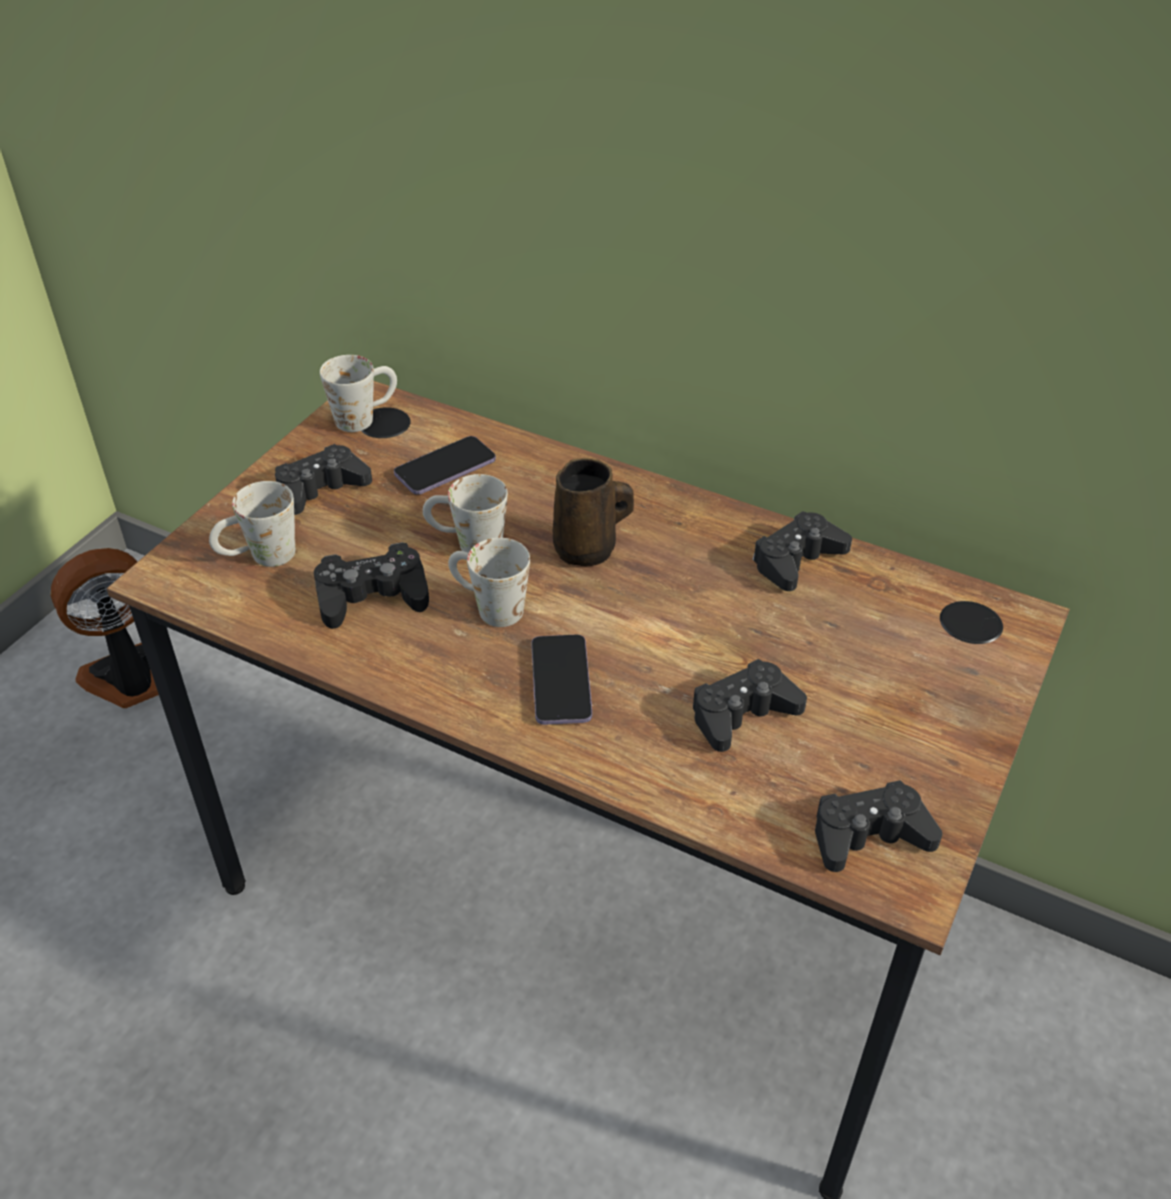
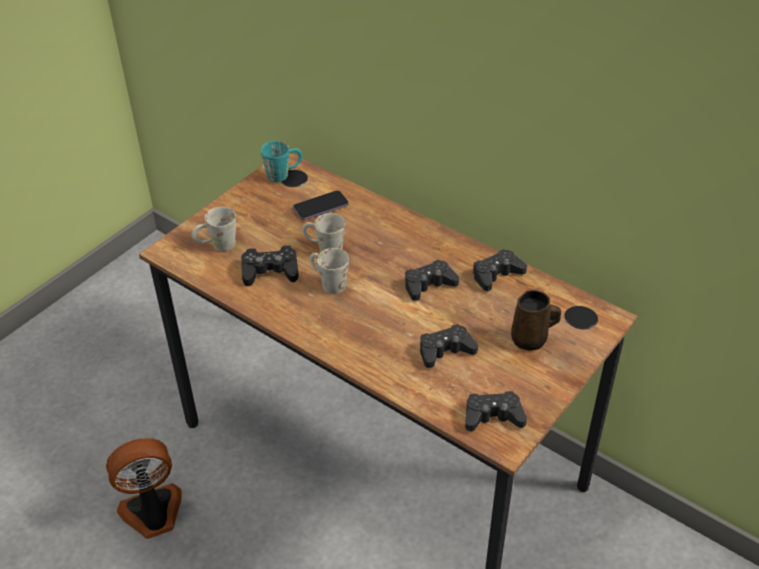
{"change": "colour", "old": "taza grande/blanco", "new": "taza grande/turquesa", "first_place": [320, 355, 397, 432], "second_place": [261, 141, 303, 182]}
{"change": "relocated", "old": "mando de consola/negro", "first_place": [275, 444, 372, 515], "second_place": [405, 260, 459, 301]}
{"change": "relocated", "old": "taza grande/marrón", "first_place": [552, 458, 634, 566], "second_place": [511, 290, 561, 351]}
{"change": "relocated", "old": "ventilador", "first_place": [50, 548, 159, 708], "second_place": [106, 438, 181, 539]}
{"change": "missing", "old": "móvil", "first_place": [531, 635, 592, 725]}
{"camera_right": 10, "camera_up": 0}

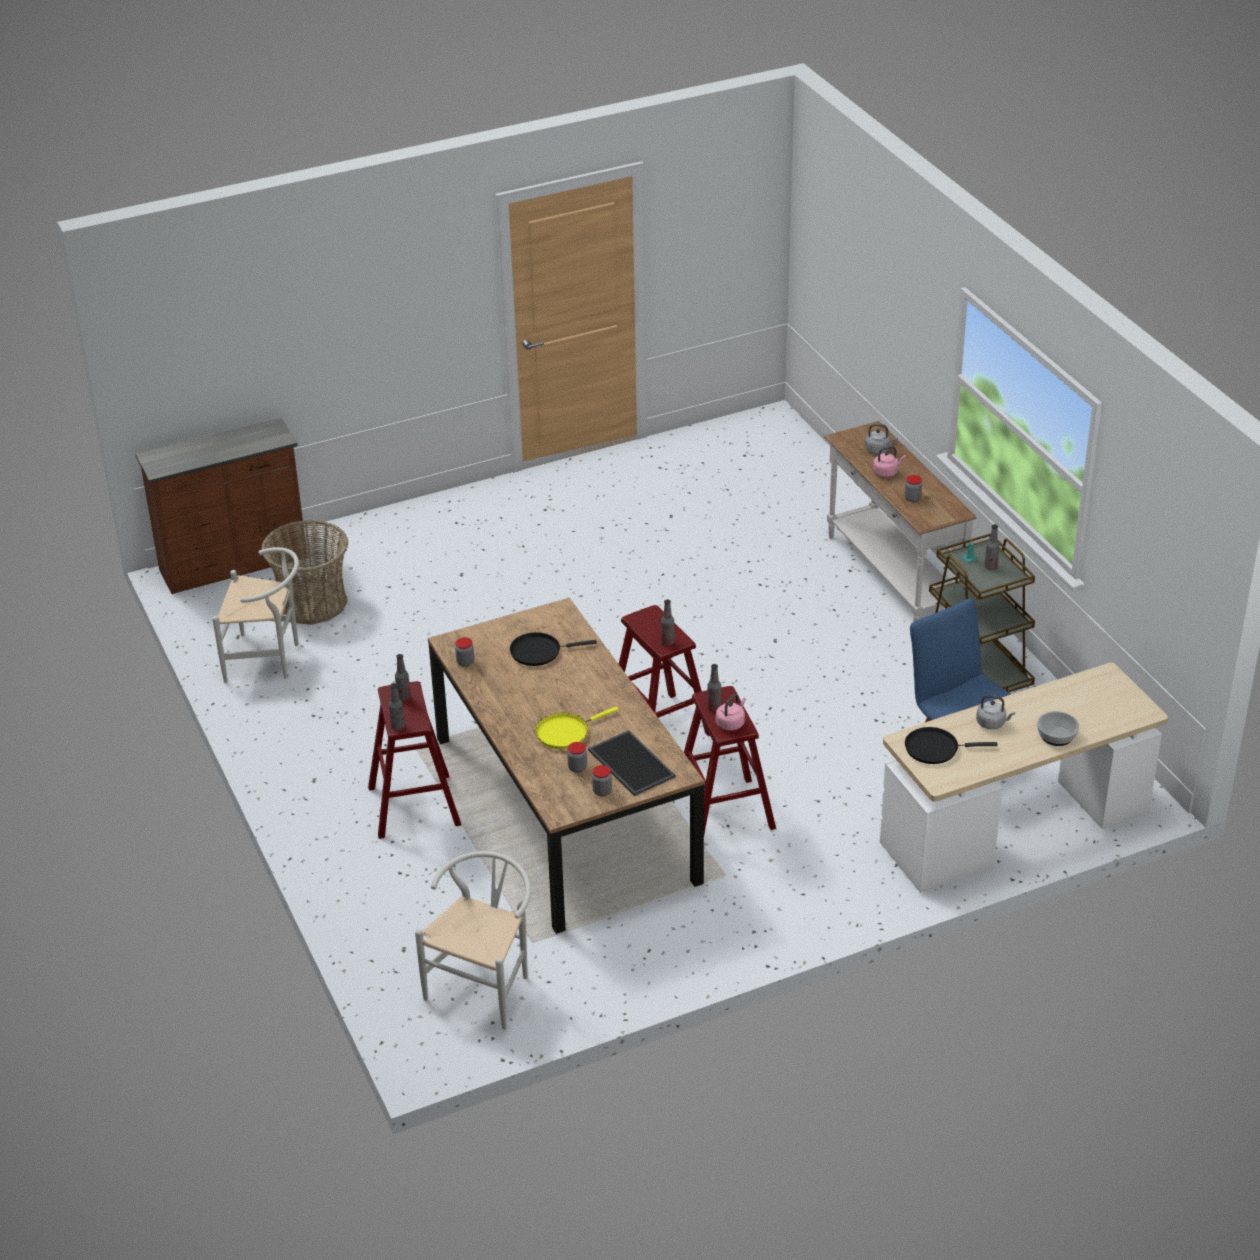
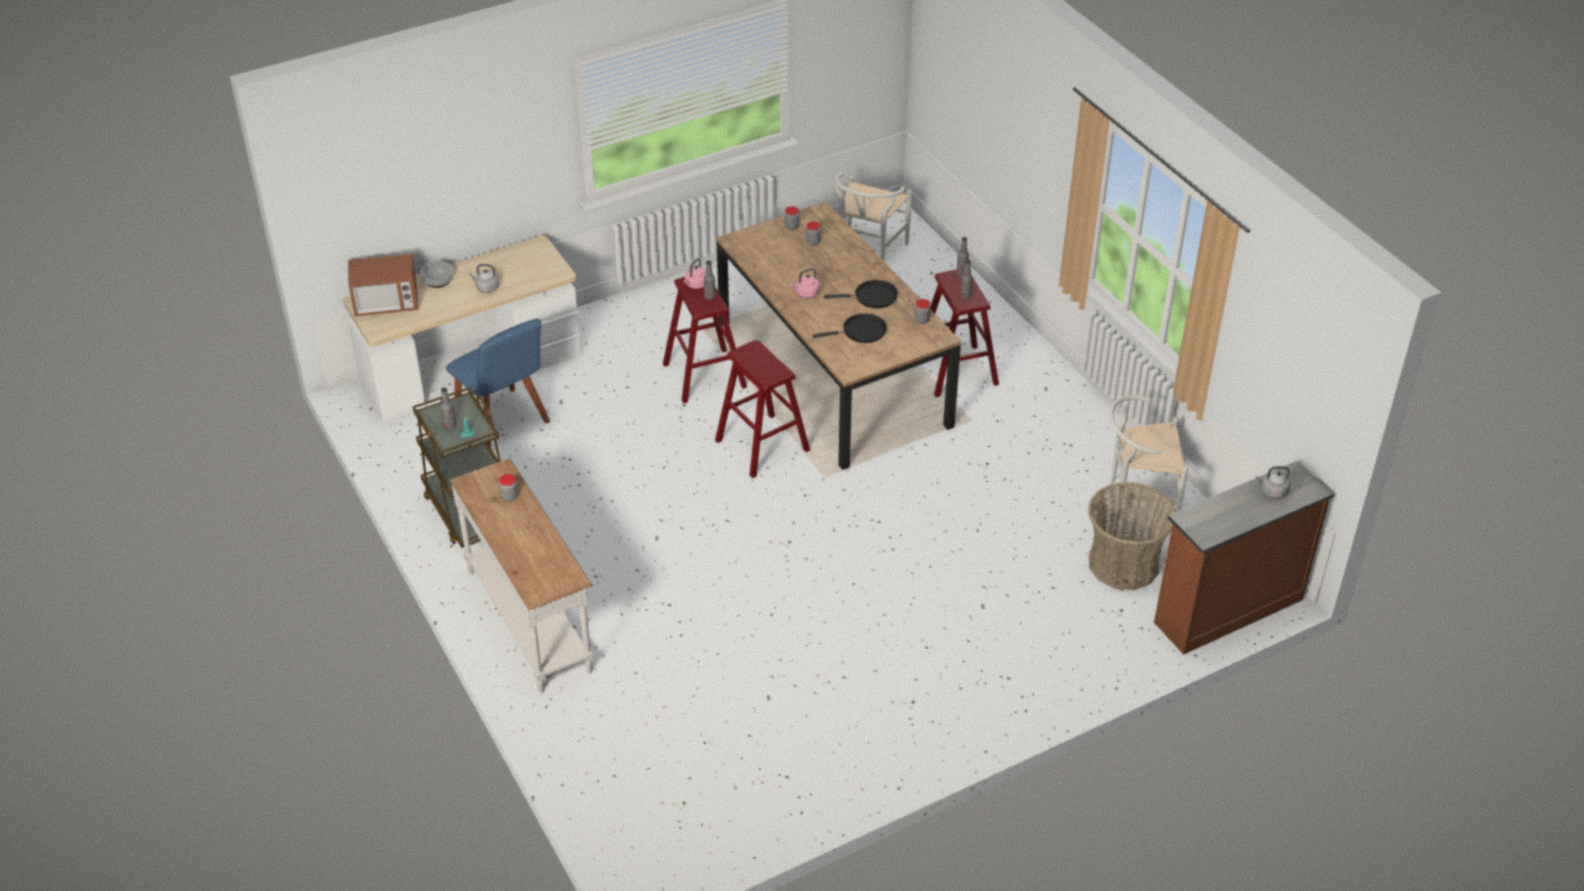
{"change": "relocated", "old": "hervidor/gris", "first_place": [865, 424, 898, 454], "second_place": [1256, 466, 1291, 498]}
{"change": "relocated", "old": "hervidor/rosa", "first_place": [873, 446, 906, 477], "second_place": [790, 268, 820, 298]}
{"change": "missing", "old": "botella", "first_place": [661, 600, 675, 646]}
{"change": "missing", "old": "sartén/amarillo", "first_place": [536, 707, 619, 749]}
{"change": "relocated", "old": "sartén/negro", "first_place": [905, 727, 998, 764], "second_place": [824, 280, 898, 308]}
{"change": "missing", "old": "bandeja", "first_place": [588, 730, 675, 796]}
{"change": "appeared", "new": "microondas", "second_place": [348, 254, 418, 316]}
{"camera_right": 175, "camera_up": 5}

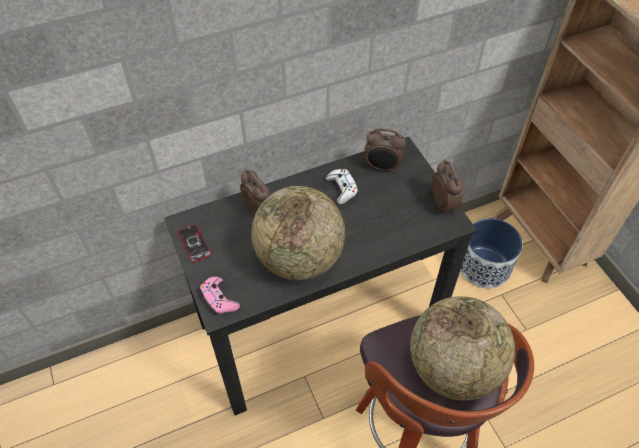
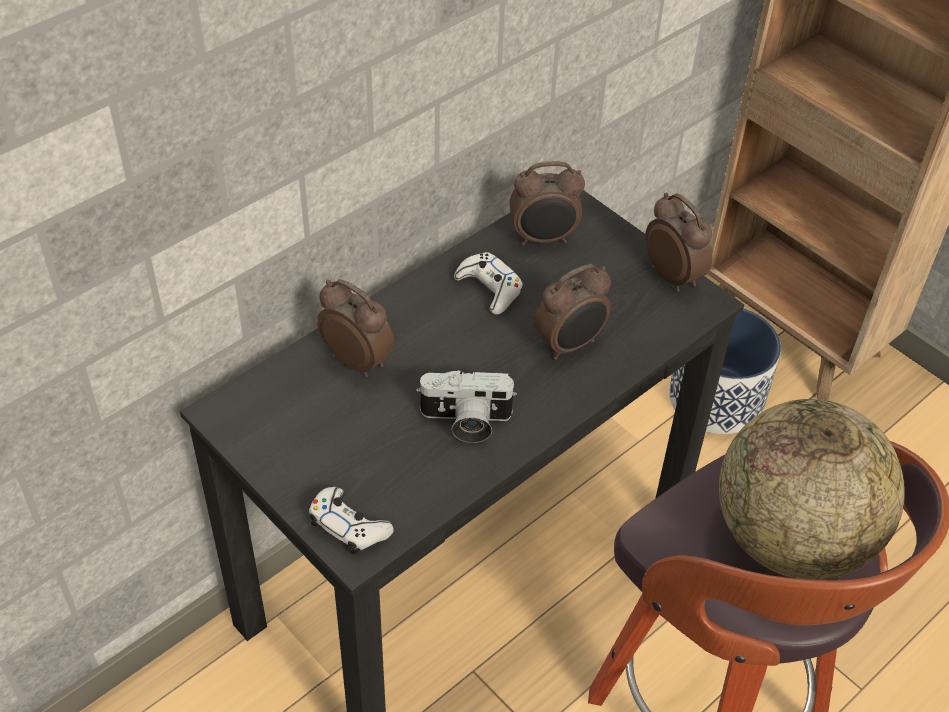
{"change": "exchanged", "old": "globo terráqueo", "new": "cámara", "first_place": [251, 186, 345, 280], "second_place": [416, 370, 517, 443]}
{"change": "missing", "old": "móvil", "first_place": [177, 224, 212, 263]}
{"change": "colour", "old": "mando de consola/rosa", "new": "mando de consola/blanco", "first_place": [200, 277, 240, 316], "second_place": [309, 487, 394, 555]}
{"change": "appeared", "new": "despertador", "second_place": [533, 264, 611, 360]}
{"camera_right": -20, "camera_up": -5}

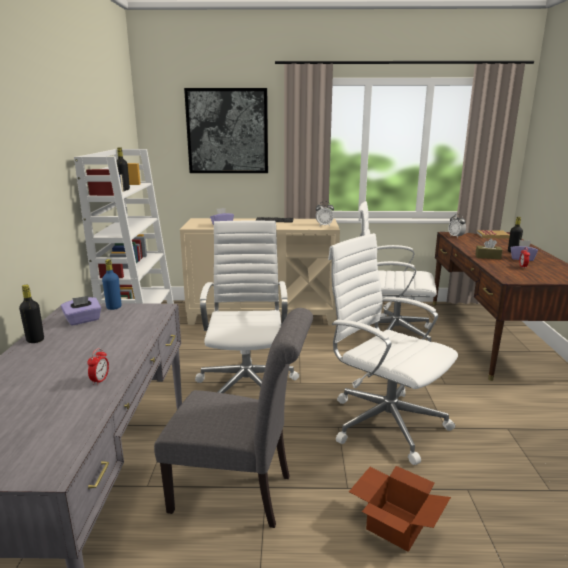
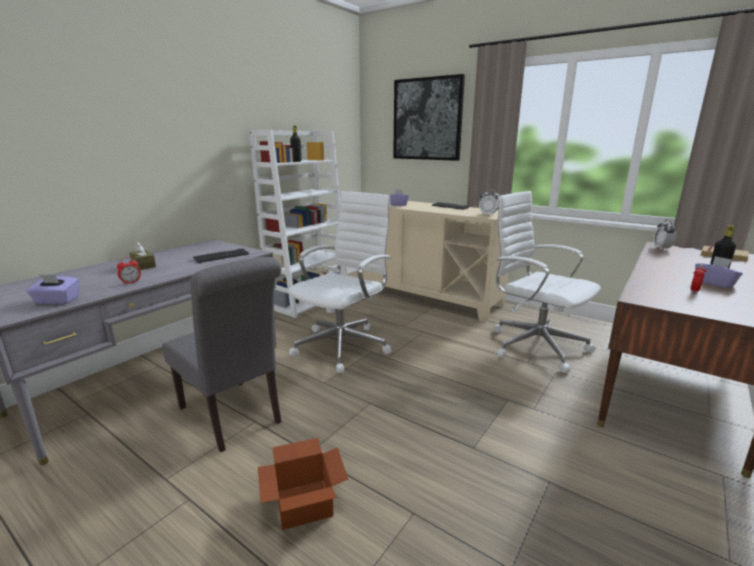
{"change": "missing", "old": "silla de oficina/blanco", "first_place": [328, 233, 458, 465]}
{"change": "relocated", "old": "caja de pañuelos/marrón", "first_place": [475, 239, 503, 259], "second_place": [130, 242, 156, 270]}
{"change": "missing", "old": "botella/azul", "first_place": [102, 259, 121, 310]}
{"change": "missing", "old": "botella/negro", "first_place": [19, 285, 44, 343]}
{"change": "relocated", "old": "caja de pañuelos/morado", "first_place": [61, 296, 101, 326], "second_place": [27, 274, 79, 304]}
{"change": "appeared", "new": "teclado", "second_place": [193, 248, 249, 263]}
{"camera_right": 35, "camera_up": 0}

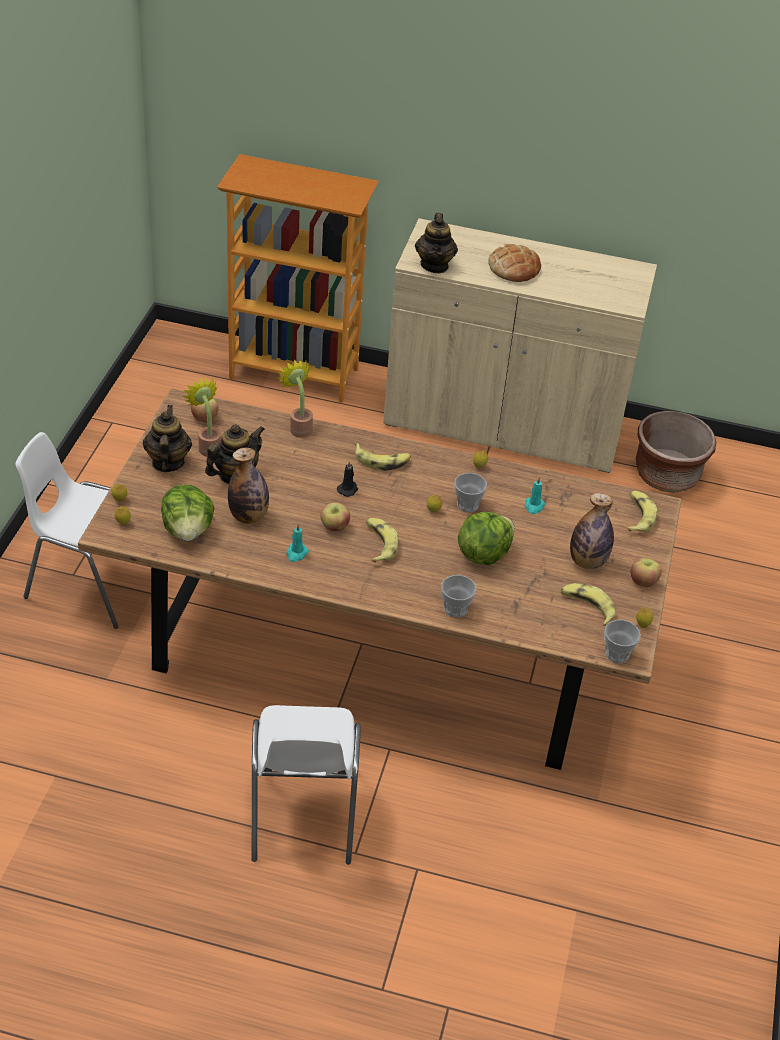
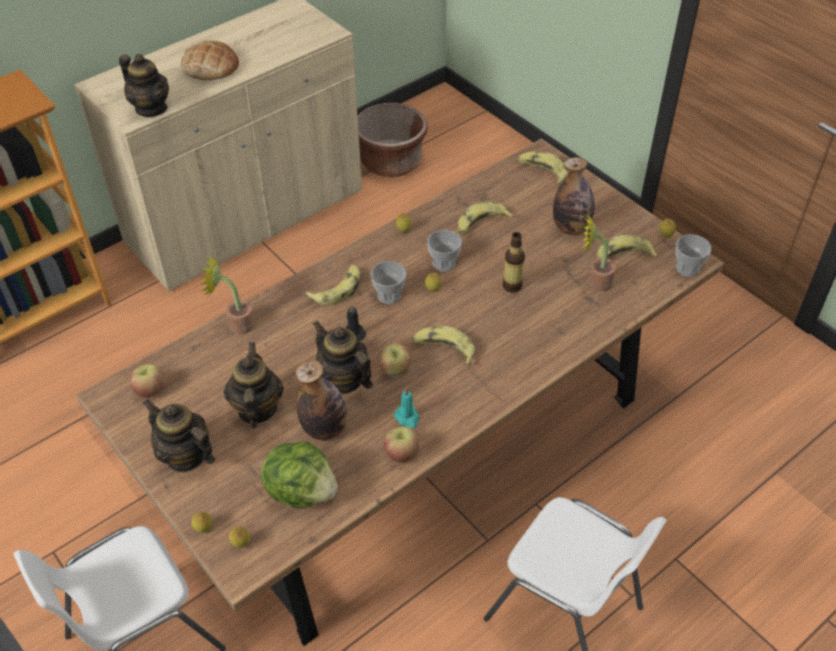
{"change": "relocated", "old": "planta en maceta", "first_place": [183, 377, 221, 457], "second_place": [583, 213, 616, 291]}
{"change": "exchanged", "old": "vela/turquesa", "new": "plátano", "first_place": [525, 477, 545, 514], "second_place": [458, 202, 514, 235]}
{"change": "exchanged", "old": "lechuga", "new": "botella", "first_place": [458, 512, 515, 565], "second_place": [503, 232, 525, 293]}
{"change": "relocated", "old": "manzana", "first_place": [631, 558, 662, 587], "second_place": [384, 427, 419, 463]}
{"change": "relocated", "old": "taza", "first_place": [441, 575, 476, 617], "second_place": [371, 261, 406, 304]}
{"change": "appeared", "new": "tetera", "second_place": [313, 321, 373, 394]}
{"camera_right": -50, "camera_up": 5}

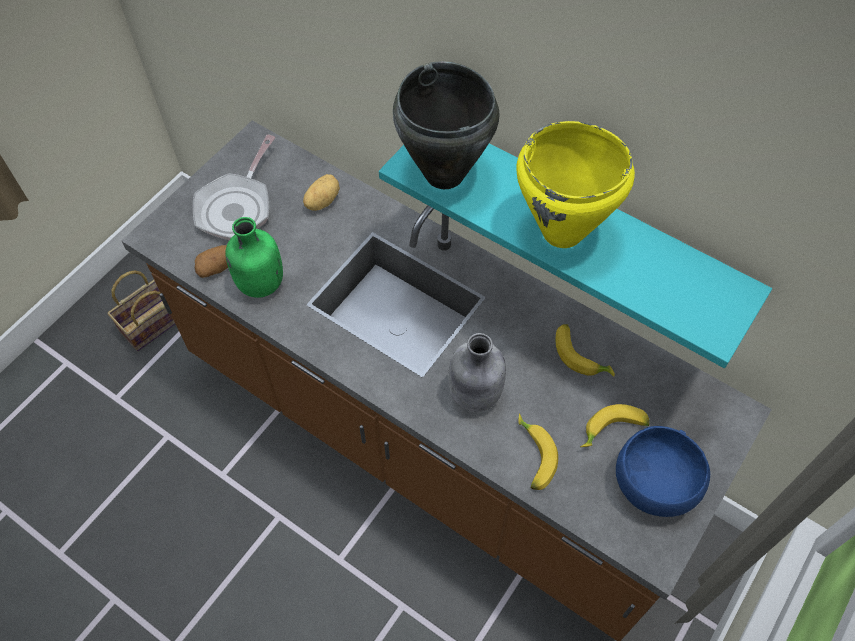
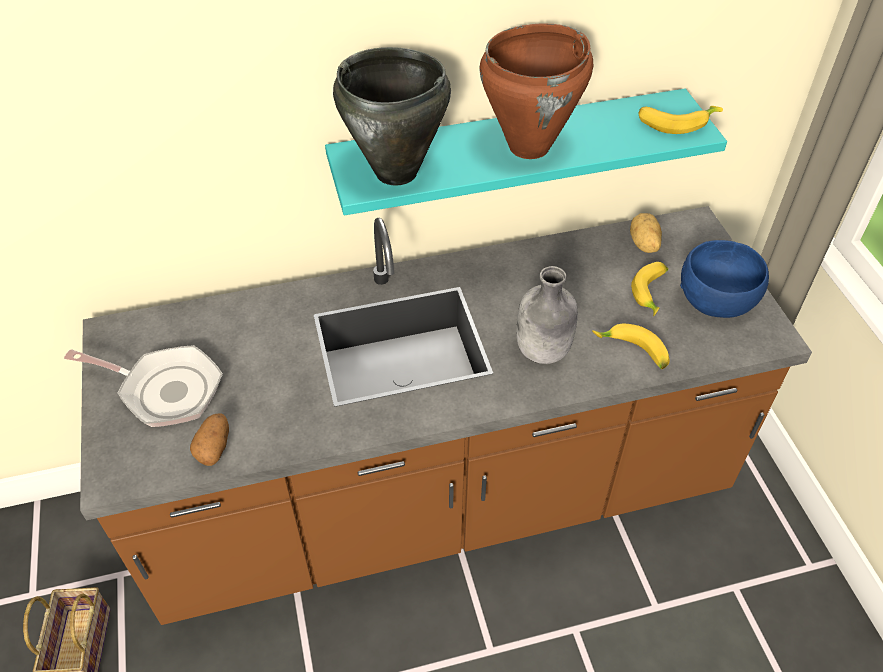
{"change": "colour", "old": "olla/amarillo", "new": "olla/marrón", "first_place": [516, 121, 635, 248], "second_place": [479, 24, 593, 159]}
{"change": "spun", "old": "sartén", "first_place": [193, 135, 276, 240], "second_place": [64, 345, 223, 427], "degrees": -45}
{"change": "relocated", "old": "patata", "first_place": [303, 174, 340, 211], "second_place": [630, 213, 662, 253]}
{"change": "missing", "old": "botella/verde", "first_place": [225, 217, 283, 298]}
{"change": "relocated", "old": "plátano", "first_place": [556, 324, 615, 377], "second_place": [639, 106, 723, 134]}
{"camera_right": -50, "camera_up": -10}

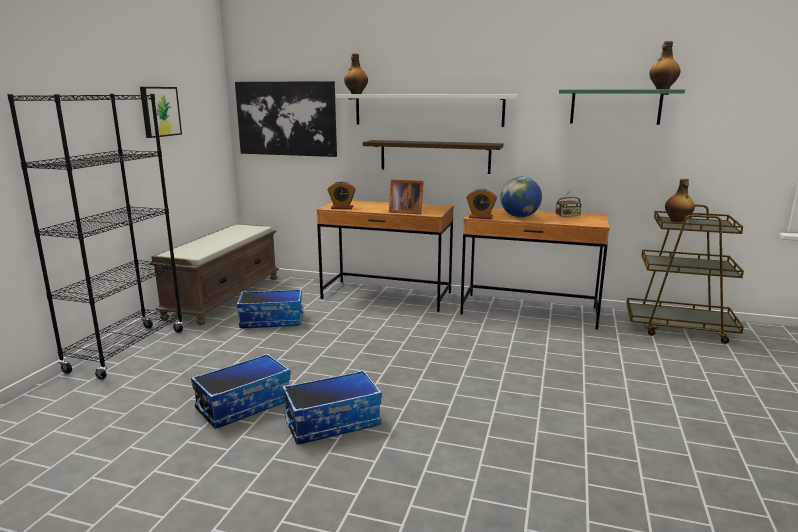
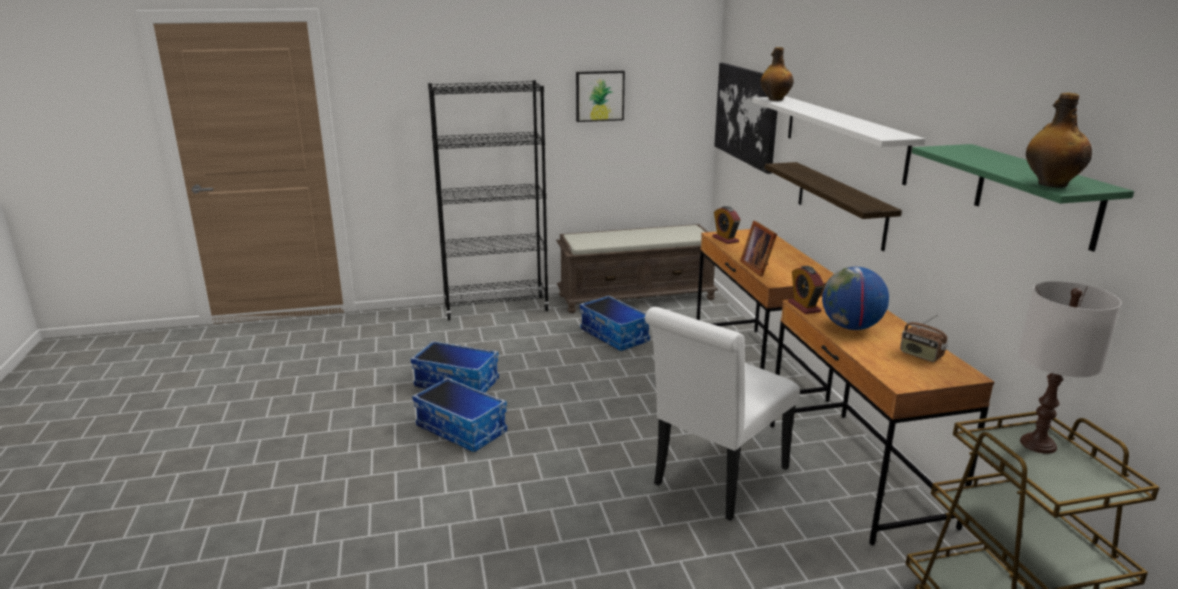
{"change": "exchanged", "old": "botella", "new": "lámpara de mesa/blanco", "first_place": [665, 179, 695, 223], "second_place": [1019, 281, 1121, 454]}
{"change": "appeared", "new": "silla/blanco", "second_place": [645, 307, 800, 521]}
{"camera_right": 60, "camera_up": 5}

